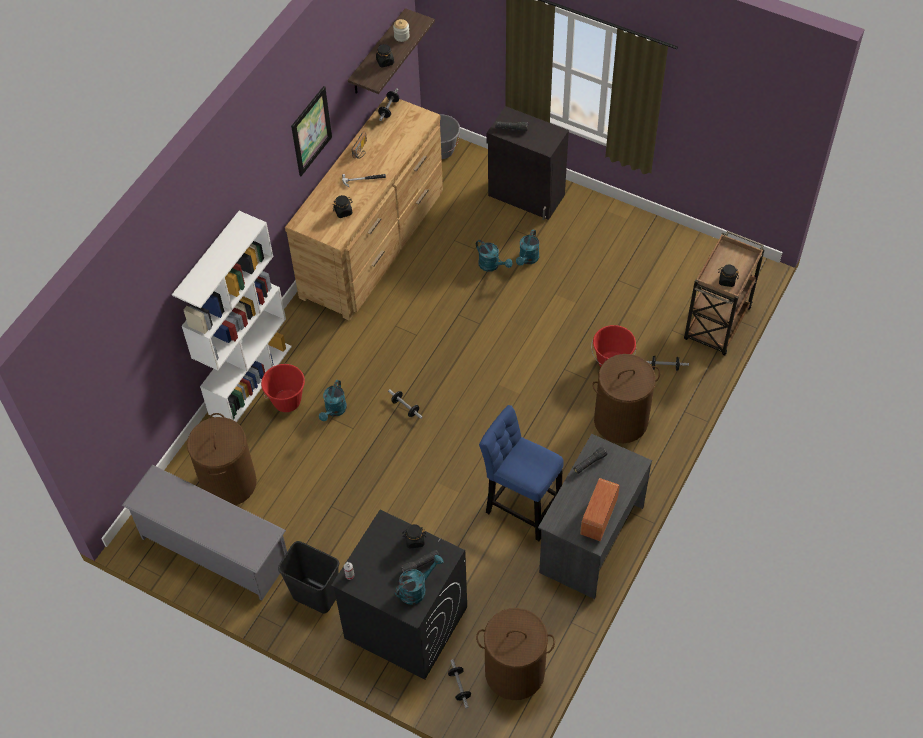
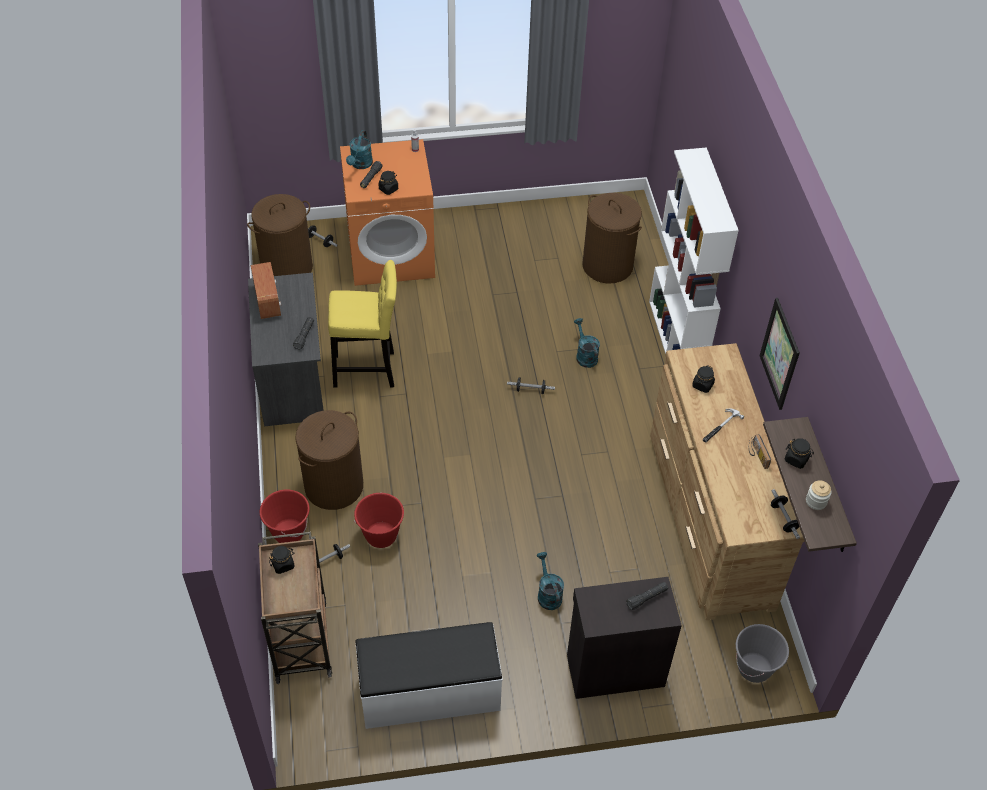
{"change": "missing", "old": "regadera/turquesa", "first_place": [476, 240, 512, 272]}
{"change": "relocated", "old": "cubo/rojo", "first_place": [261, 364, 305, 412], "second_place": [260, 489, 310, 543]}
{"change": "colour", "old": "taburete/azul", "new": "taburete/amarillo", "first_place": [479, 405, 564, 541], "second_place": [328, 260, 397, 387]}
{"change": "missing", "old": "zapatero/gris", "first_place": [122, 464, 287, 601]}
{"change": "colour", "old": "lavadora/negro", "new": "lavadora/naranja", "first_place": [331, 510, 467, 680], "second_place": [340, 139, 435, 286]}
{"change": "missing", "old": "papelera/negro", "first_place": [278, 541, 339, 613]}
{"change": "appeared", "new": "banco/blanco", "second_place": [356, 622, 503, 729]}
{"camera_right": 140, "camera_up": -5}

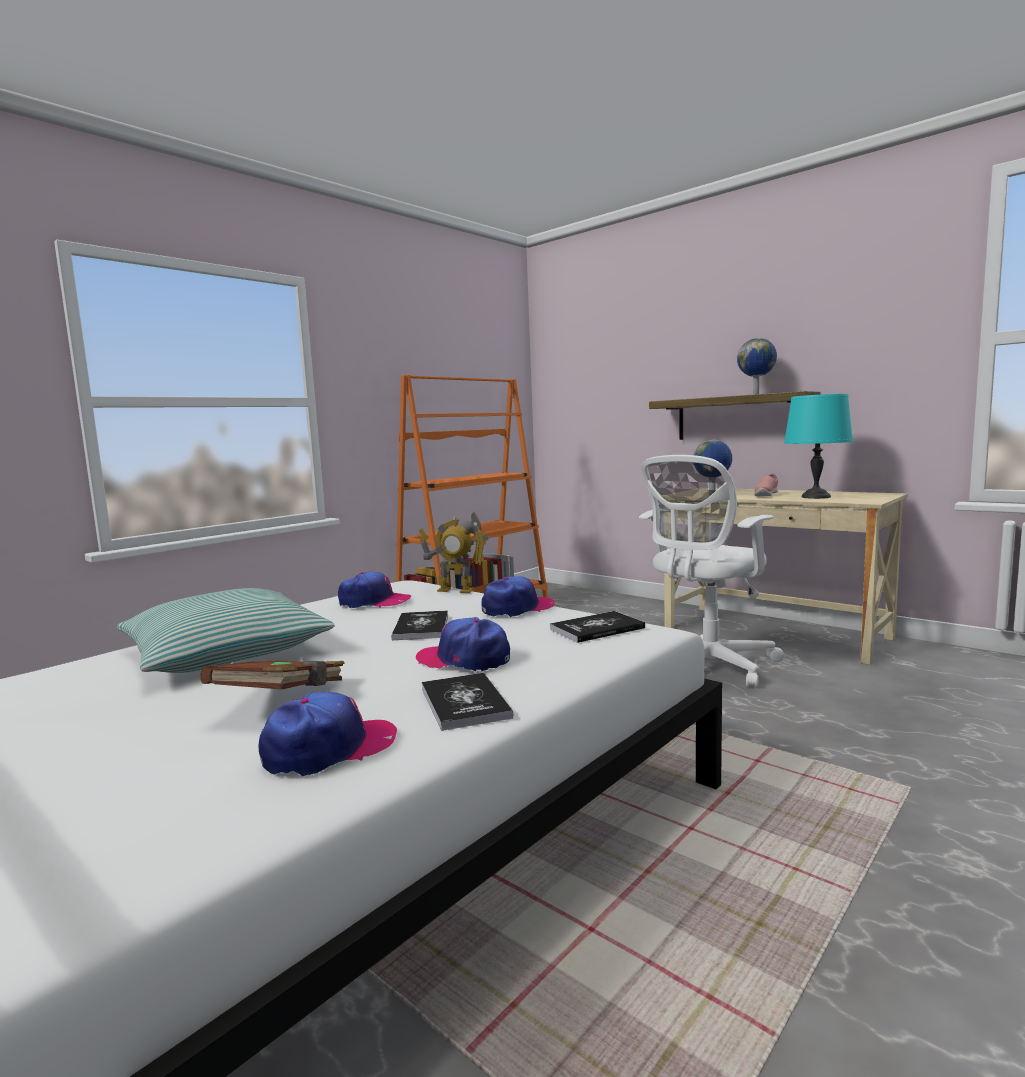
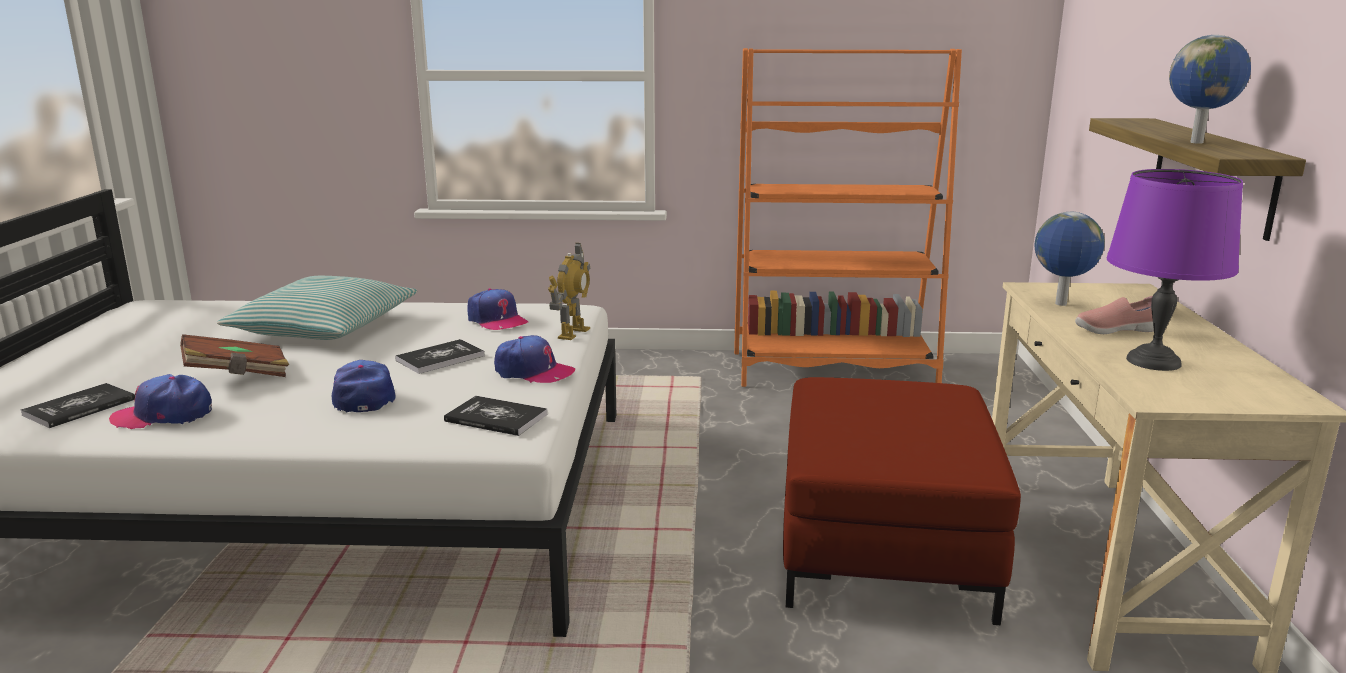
{"change": "colour", "old": "lámpara de mesa/turquesa", "new": "lámpara de mesa/morado", "first_place": [784, 394, 853, 499], "second_place": [1107, 169, 1243, 371]}
{"change": "exchanged", "old": "silla de oficina/blanco", "new": "puf/rojo", "first_place": [639, 455, 784, 688], "second_place": [783, 377, 1021, 625]}
{"change": "spun", "old": "robot de juguete", "first_place": [419, 512, 489, 593], "second_place": [548, 243, 591, 340], "degrees": -135}
{"change": "relocated", "old": "libro", "first_place": [422, 673, 513, 731], "second_place": [21, 383, 135, 428]}
{"change": "spun", "old": "gorra", "first_place": [258, 692, 397, 776], "second_place": [109, 374, 212, 429], "degrees": 150}
{"camera_right": 50, "camera_up": 10}

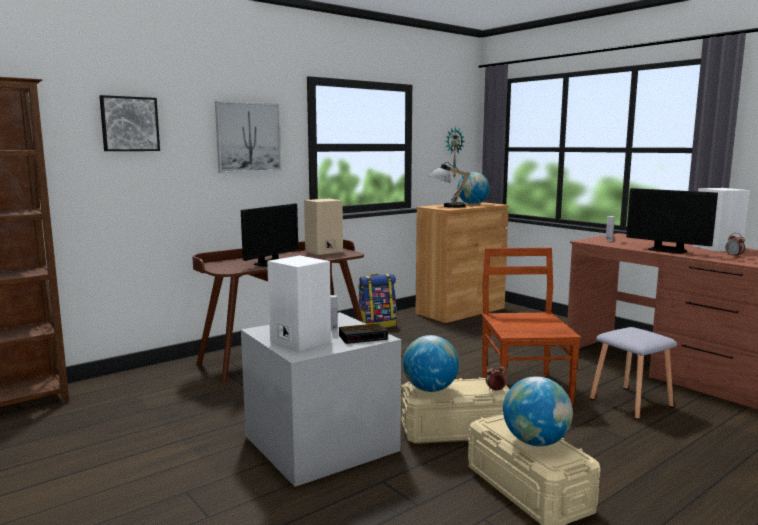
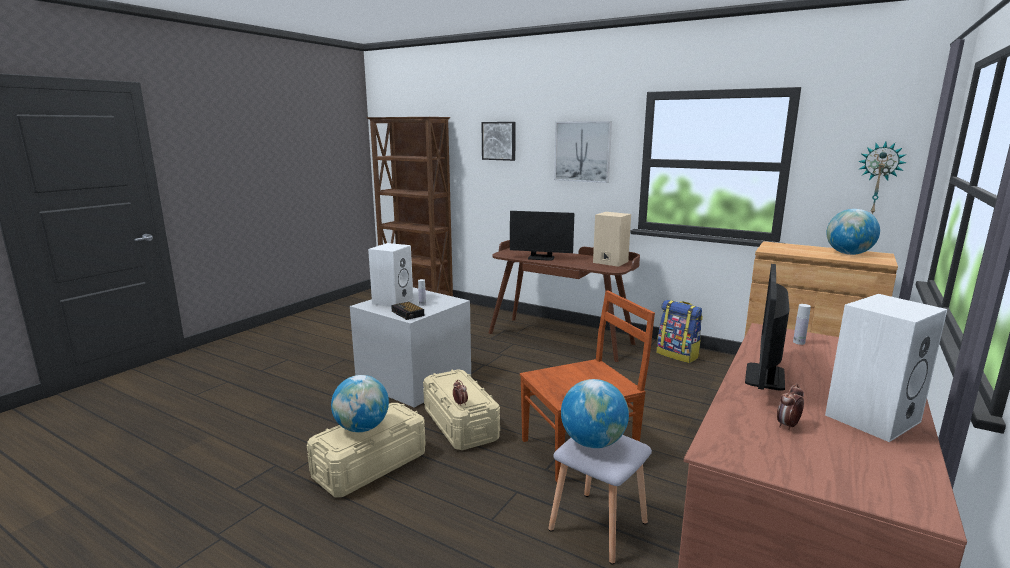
{"change": "missing", "old": "lámpara de mesa", "first_place": [429, 162, 474, 208]}
{"change": "relocated", "old": "globo terráqueo", "first_place": [403, 335, 459, 392], "second_place": [561, 379, 629, 448]}
{"camera_right": 70, "camera_up": 5}

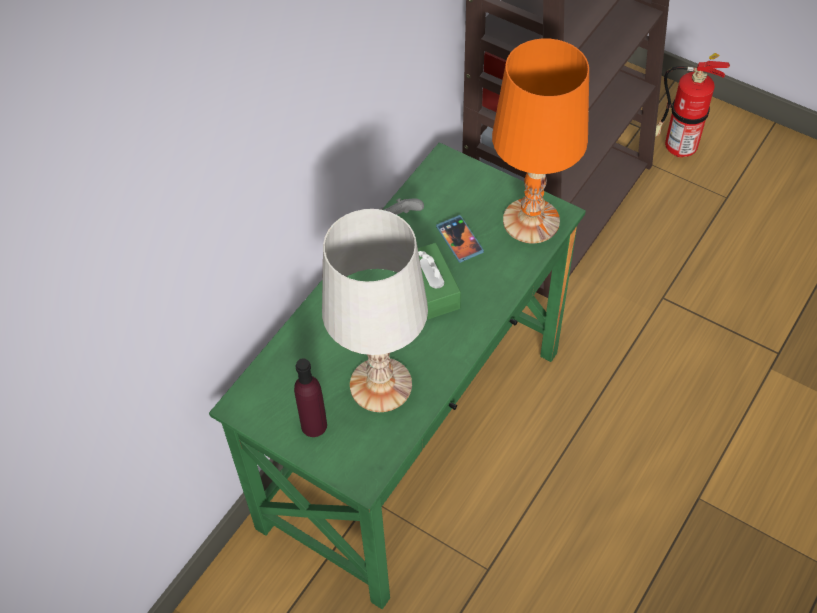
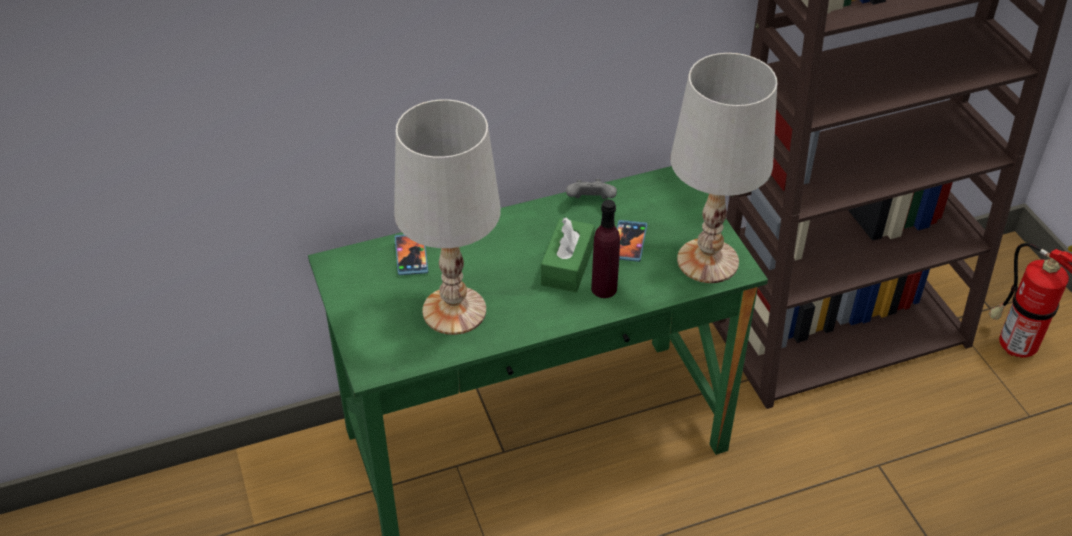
{"change": "colour", "old": "lámpara de mesa/naranja", "new": "lámpara de mesa/blanco", "first_place": [492, 38, 589, 243], "second_place": [671, 53, 777, 283]}
{"change": "relocated", "old": "botella/morado", "first_place": [294, 358, 327, 437], "second_place": [591, 200, 620, 298]}
{"change": "appeared", "new": "móvil", "second_place": [395, 235, 428, 275]}
{"camera_right": 35, "camera_up": -10}

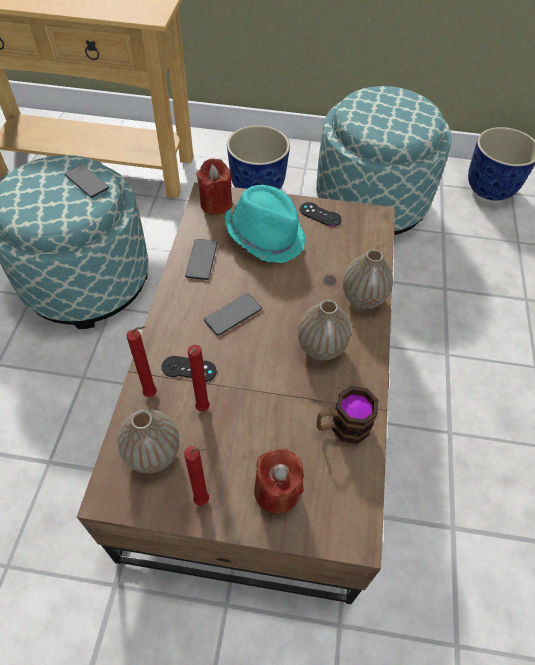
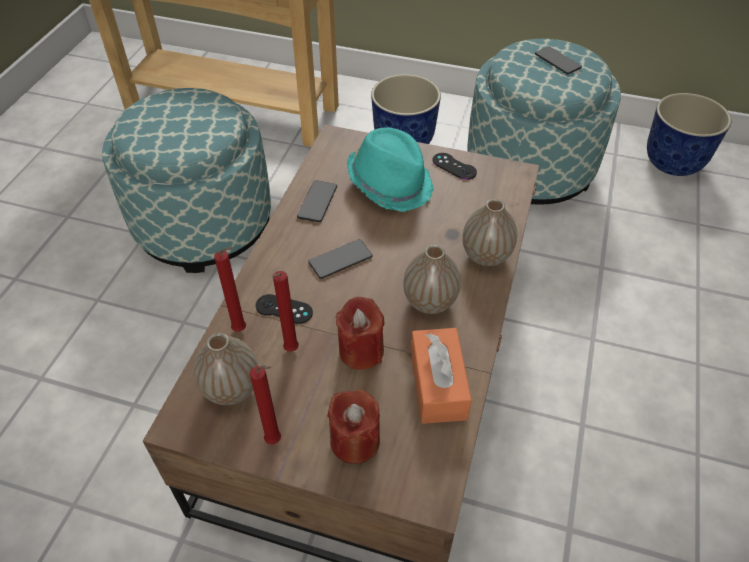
{"change": "relocated", "old": "vela/rojo", "first_place": [196, 158, 232, 215], "second_place": [336, 297, 385, 370]}
{"change": "relocated", "old": "móvil", "first_place": [65, 165, 109, 198], "second_place": [535, 46, 582, 74]}
{"change": "exchanged", "old": "taza grande", "new": "caja de pañuelos/naranja", "first_place": [317, 386, 378, 444], "second_place": [411, 328, 472, 424]}
{"camera_right": 10, "camera_up": -5}

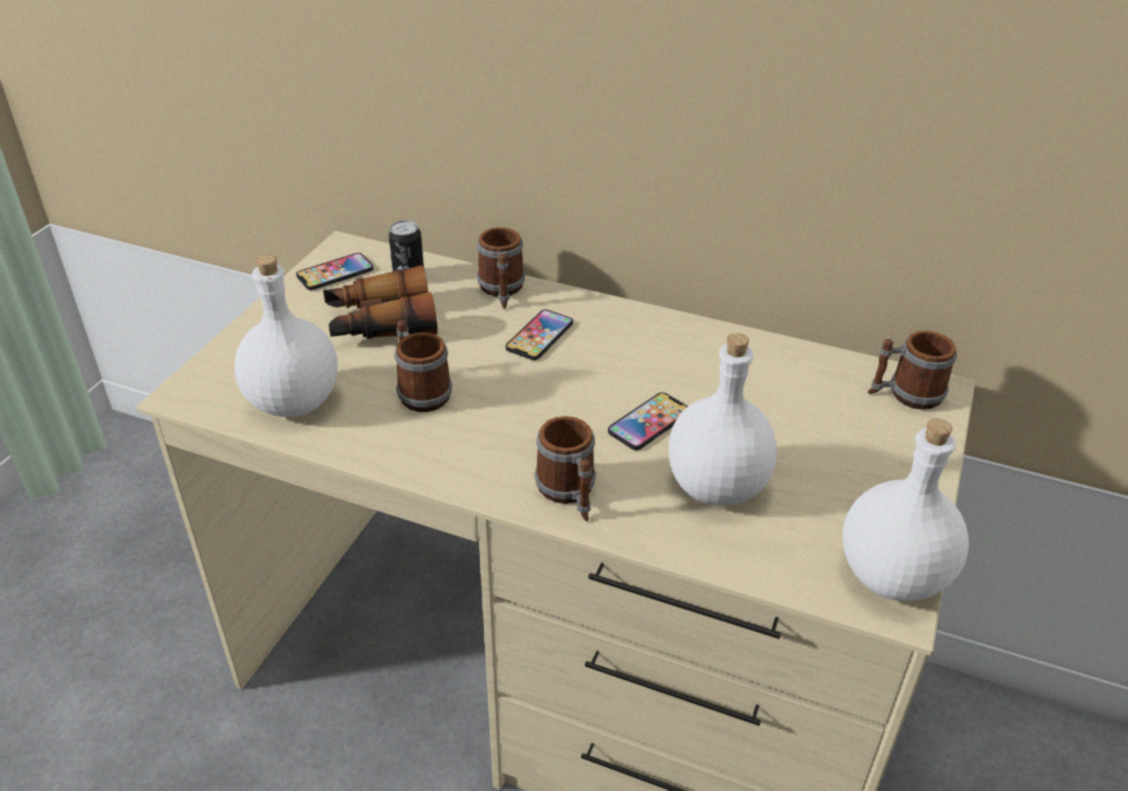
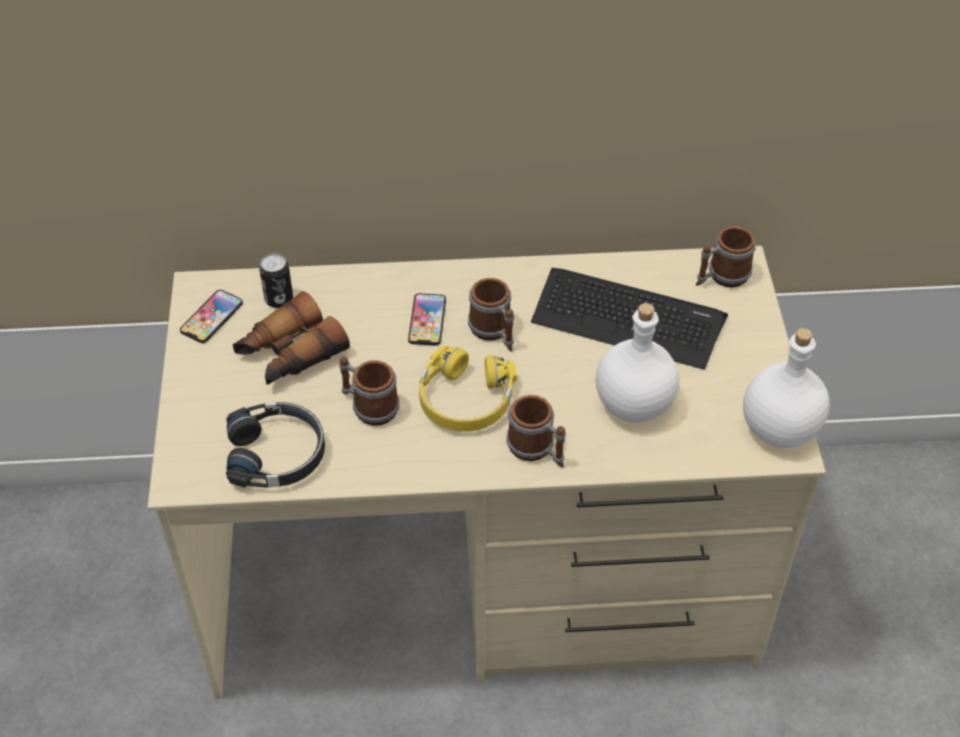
{"change": "relocated", "old": "taza grande", "first_place": [477, 227, 525, 309], "second_place": [468, 278, 514, 351]}
{"change": "exchanged", "old": "botella/blanco", "new": "auriculares/negro", "first_place": [234, 254, 338, 417], "second_place": [226, 402, 325, 488]}
{"change": "missing", "old": "móvil", "first_place": [608, 392, 688, 450]}
{"change": "appeared", "new": "teclado", "second_place": [531, 268, 728, 370]}
{"change": "appeared", "new": "auriculares/amarillo", "second_place": [419, 346, 517, 432]}
{"camera_right": -25, "camera_up": 10}

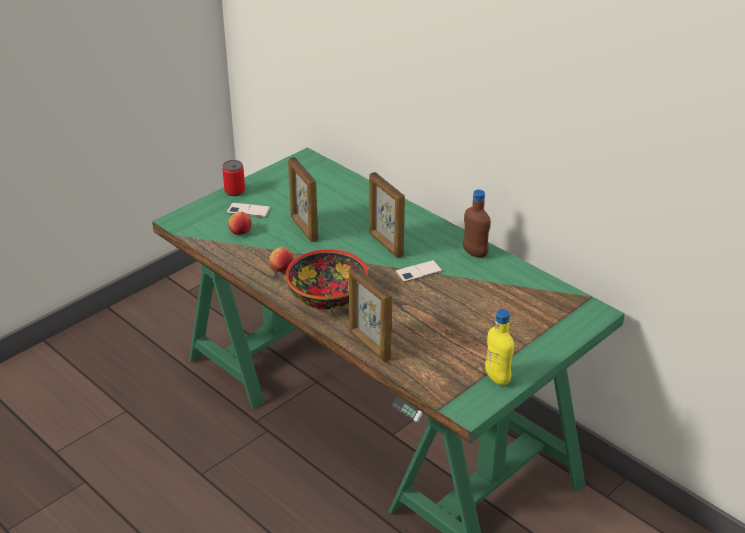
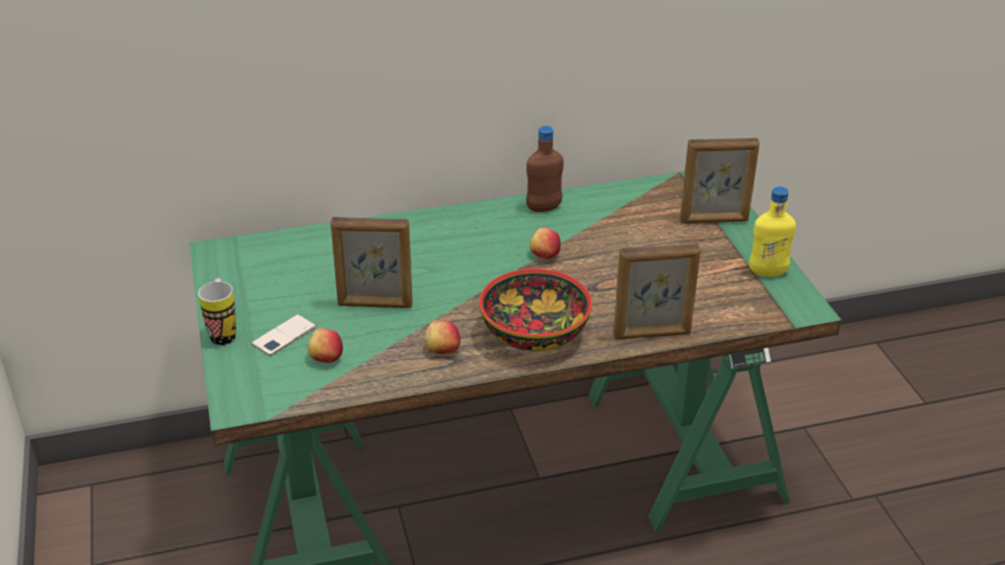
{"change": "exchanged", "old": "lata", "new": "taza grande", "first_place": [222, 160, 245, 196], "second_place": [198, 278, 236, 345]}
{"change": "relocated", "old": "portarretratos", "first_place": [369, 172, 405, 258], "second_place": [680, 138, 760, 223]}
{"change": "exchanged", "old": "móvil", "new": "manzana", "first_place": [395, 260, 443, 282], "second_place": [530, 227, 561, 259]}
{"camera_right": -60, "camera_up": 0}

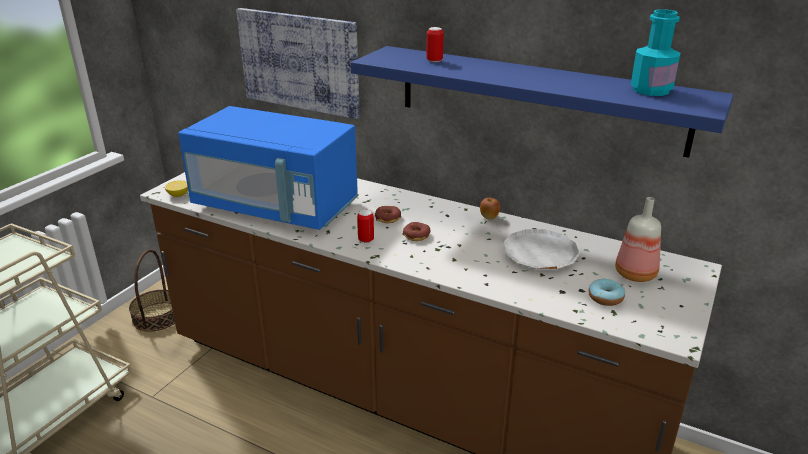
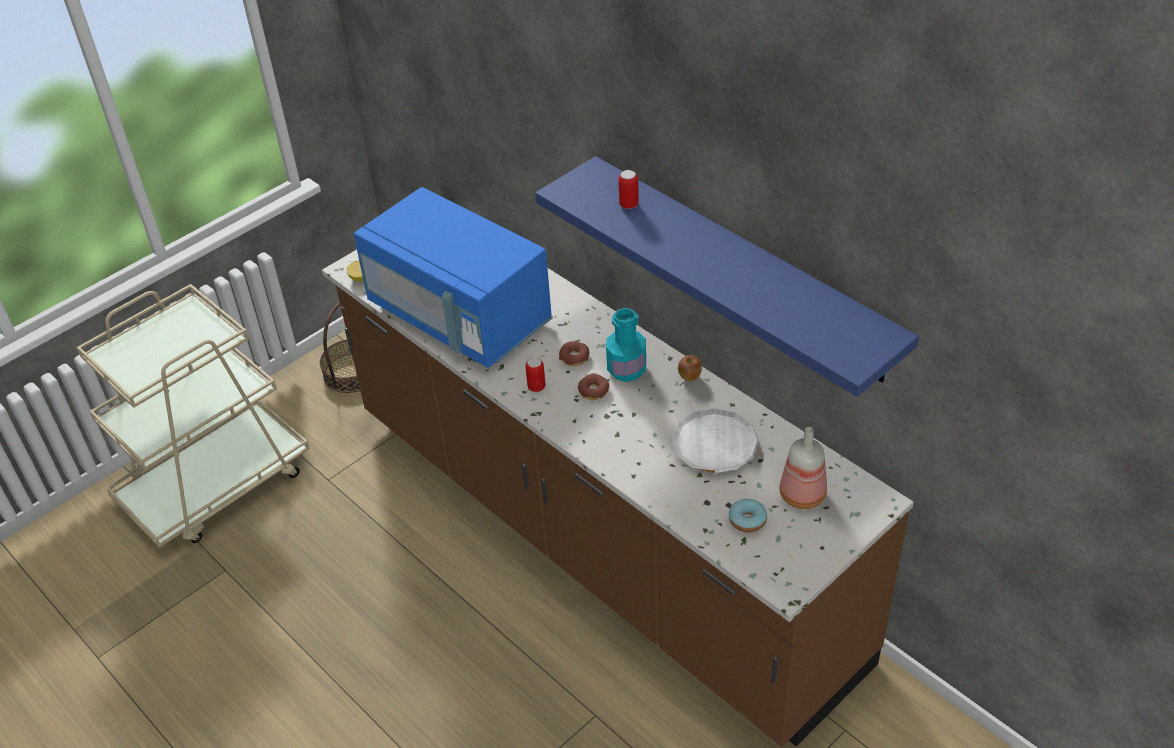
{"change": "missing", "old": "cuadro", "first_place": [236, 8, 360, 119]}
{"change": "relocated", "old": "botella/turquesa", "first_place": [631, 9, 680, 96], "second_place": [606, 308, 646, 382]}
{"camera_right": 20, "camera_up": 15}

